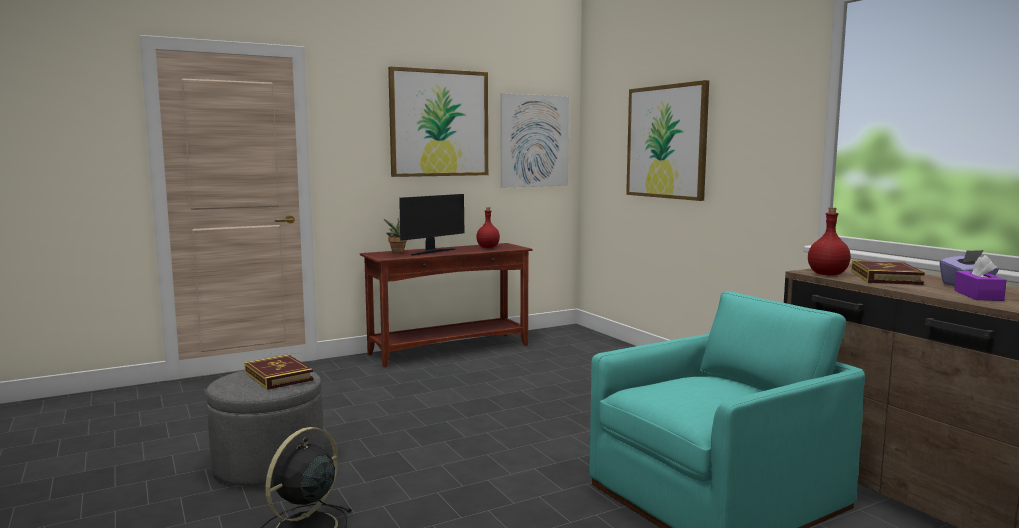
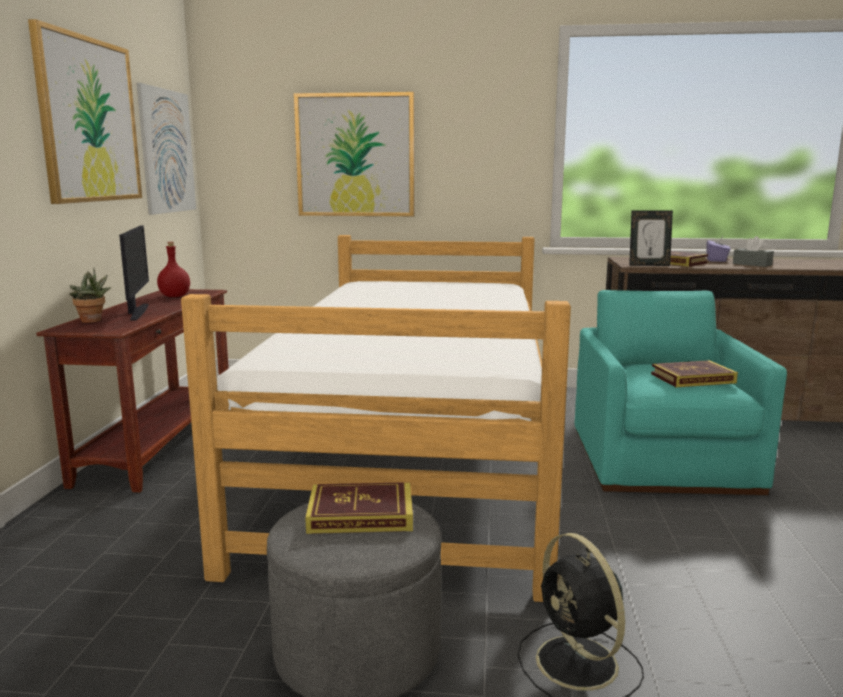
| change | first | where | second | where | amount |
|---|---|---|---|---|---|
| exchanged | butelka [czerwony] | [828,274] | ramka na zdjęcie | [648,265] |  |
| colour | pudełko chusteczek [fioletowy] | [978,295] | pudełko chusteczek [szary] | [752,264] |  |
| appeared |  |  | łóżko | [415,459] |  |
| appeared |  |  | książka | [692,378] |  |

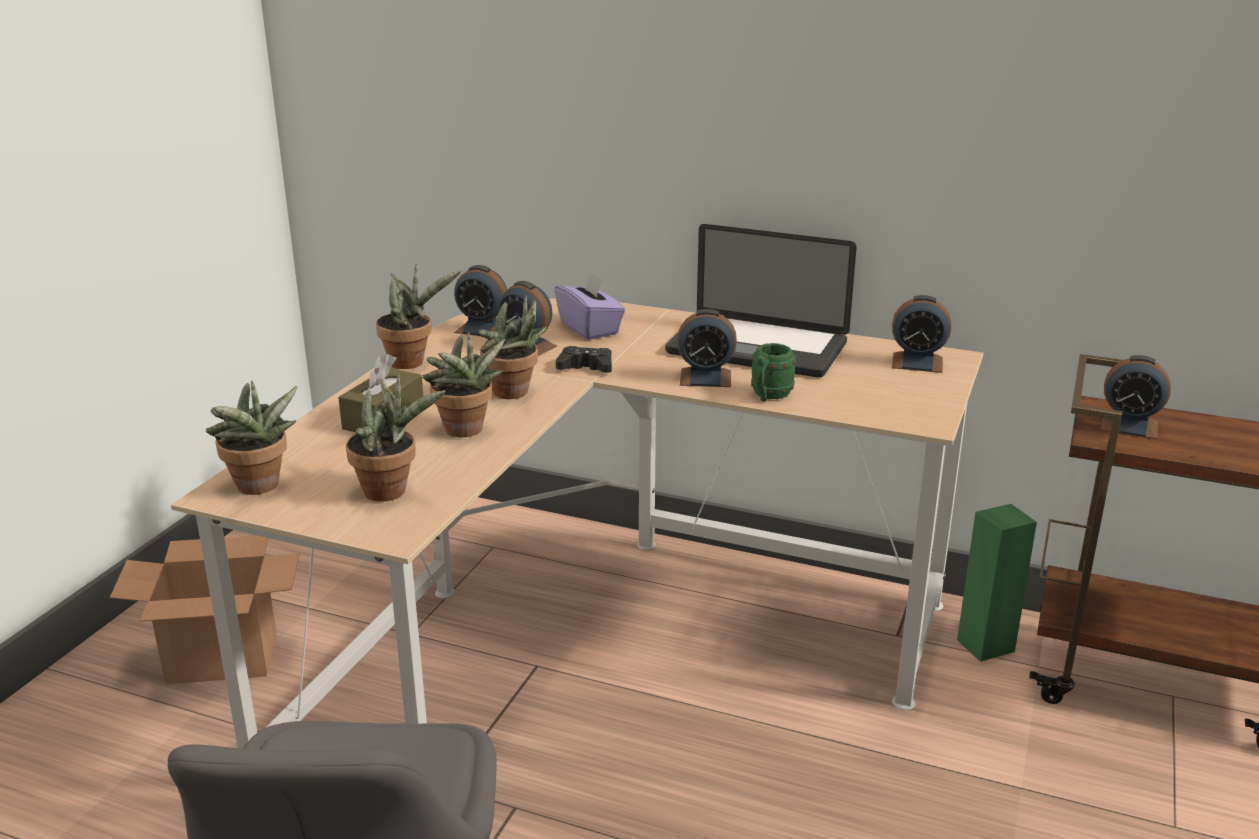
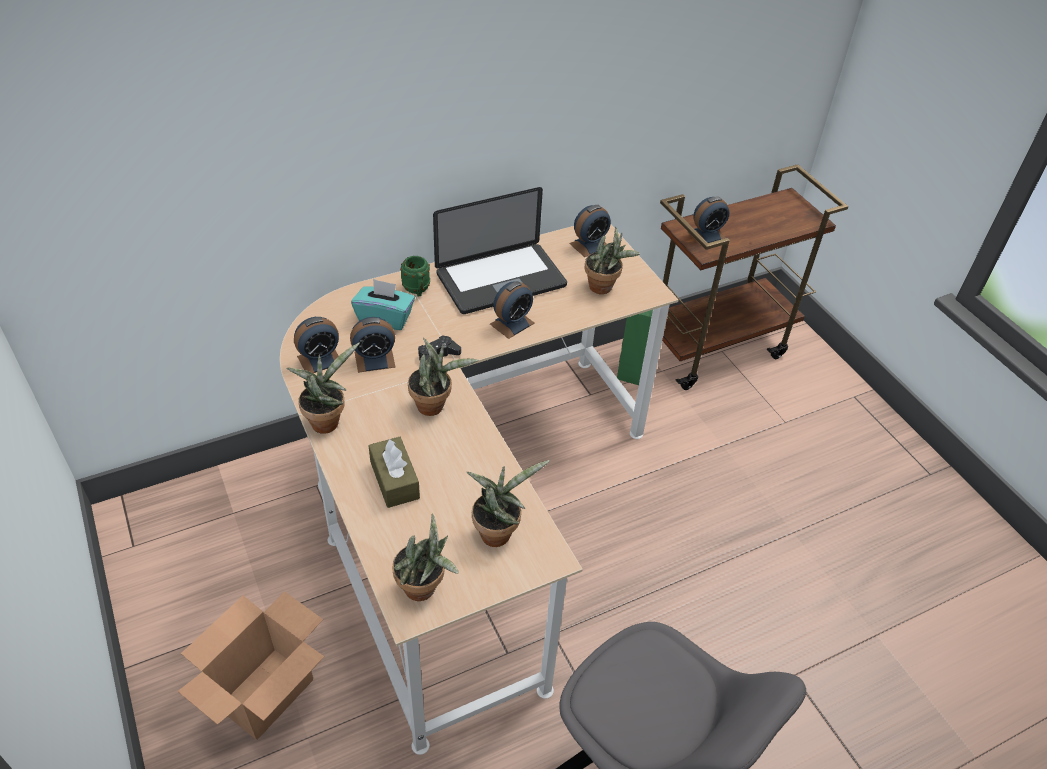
| change | first | where | second | where | amount |
|---|---|---|---|---|---|
| relocated | roślina doniczkowa | [465,432] |  | [604,288] |  |
| colour | pudełko chusteczek [fioletowy] | [590,328] | pudełko chusteczek [turkusowy] | [385,318] |  |
| relocated | kubek [zielony] | [768,396] |  | [417,290] |  |

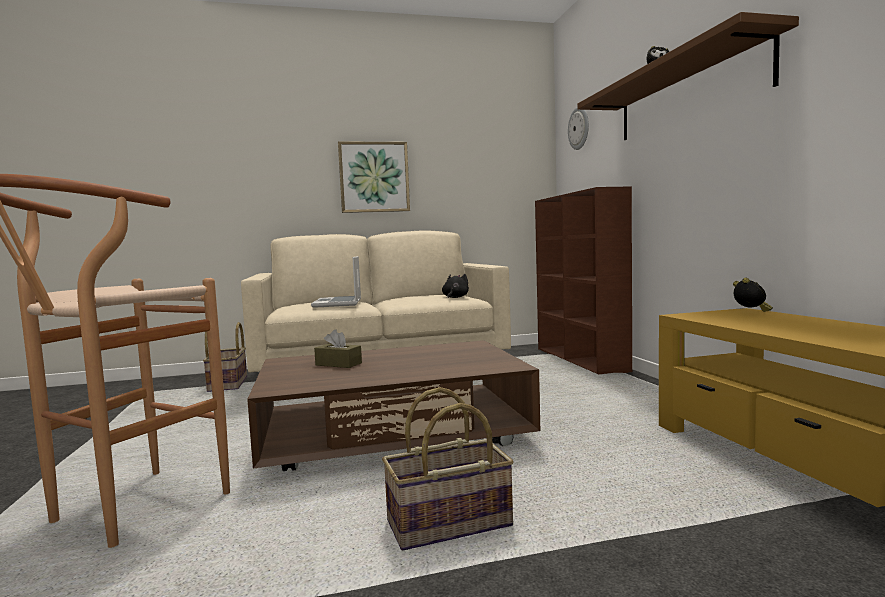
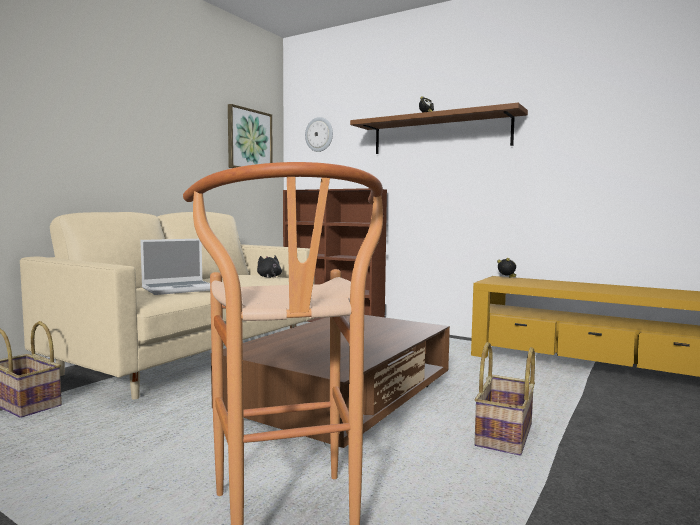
| change | first | where | second | where | amount |
|---|---|---|---|---|---|
| spun | laptop | [338,303] |  | [179,289] | 75 degrees counterclockwise |
| missing | pudełko chusteczek [brązowy] | [338,364] |  |  |  |
| relocated | obraz | [374,177] |  | [249,140] |  |

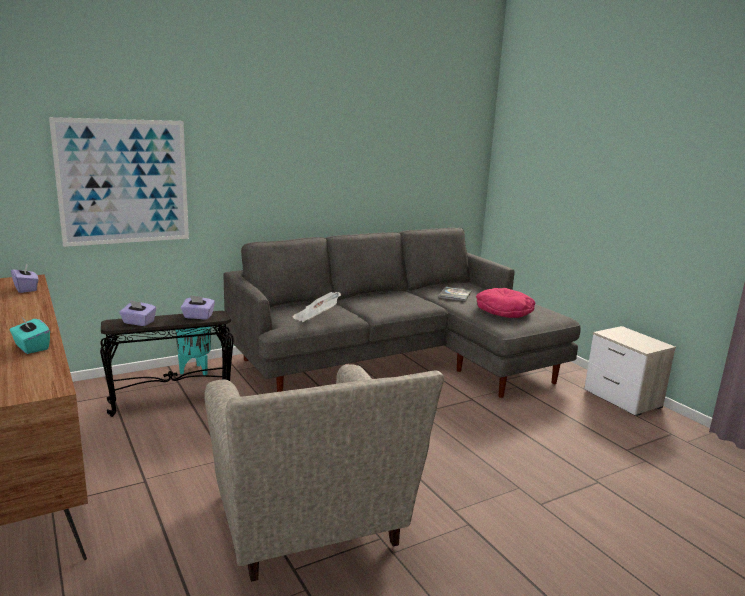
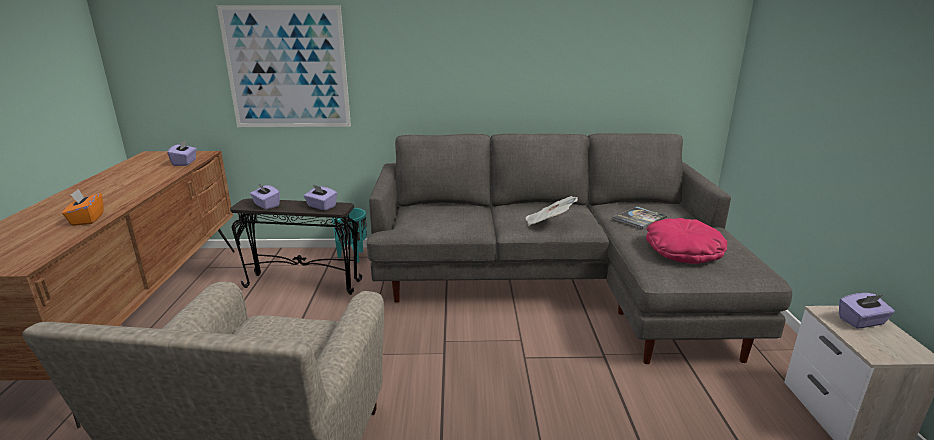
| change | first | where | second | where | amount |
|---|---|---|---|---|---|
| colour | pudełko chusteczek [turkusowy] | [31,347] | pudełko chusteczek [pomarańczowy] | [87,219] |  |
| relocated | gazeta | [316,318] |  | [548,223] |  |
| appeared |  |  | pudełko chusteczek [fioletowy] | [861,321] |  |

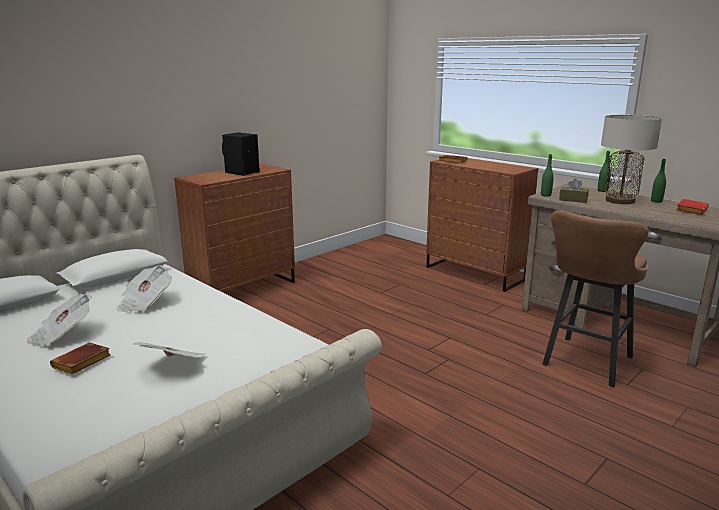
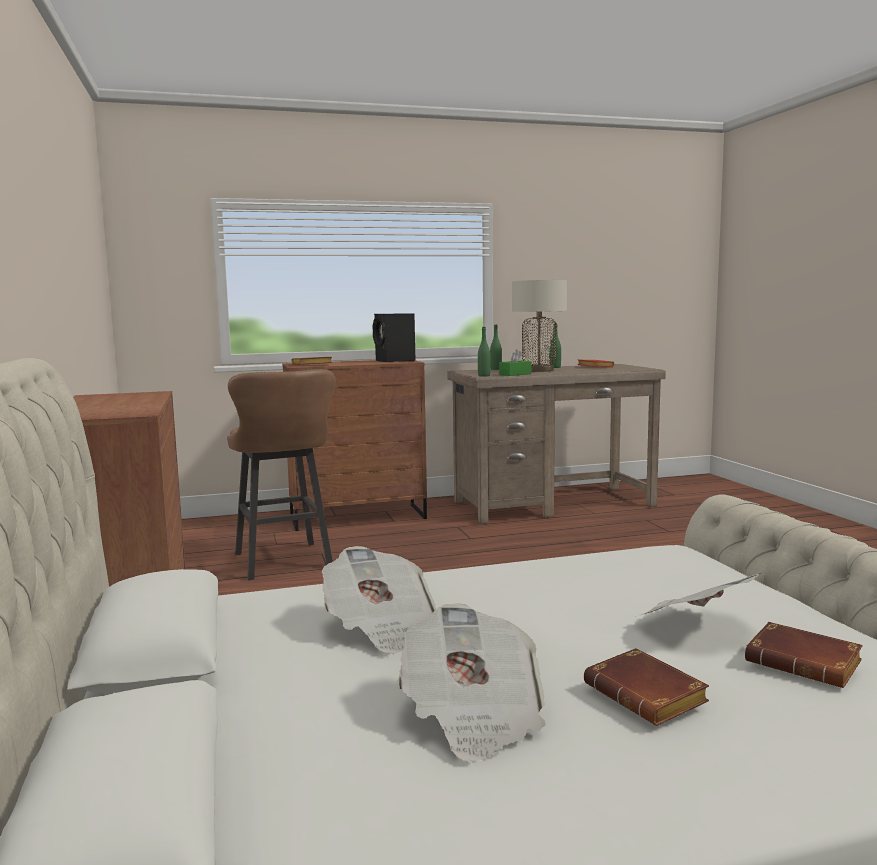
| change | first | where | second | where | amount |
|---|---|---|---|---|---|
| relocated | głośnik [czarny] | [241,172] |  | [395,361] |  |
| relocated | stołek [brązowy] | [584,365] |  | [285,564] |  |
| colour | pudełko chusteczek [brązowy] | [573,200] | pudełko chusteczek [zielony] | [515,374] |  |
| appeared |  |  | książka [brązowy] | [806,663] |  |

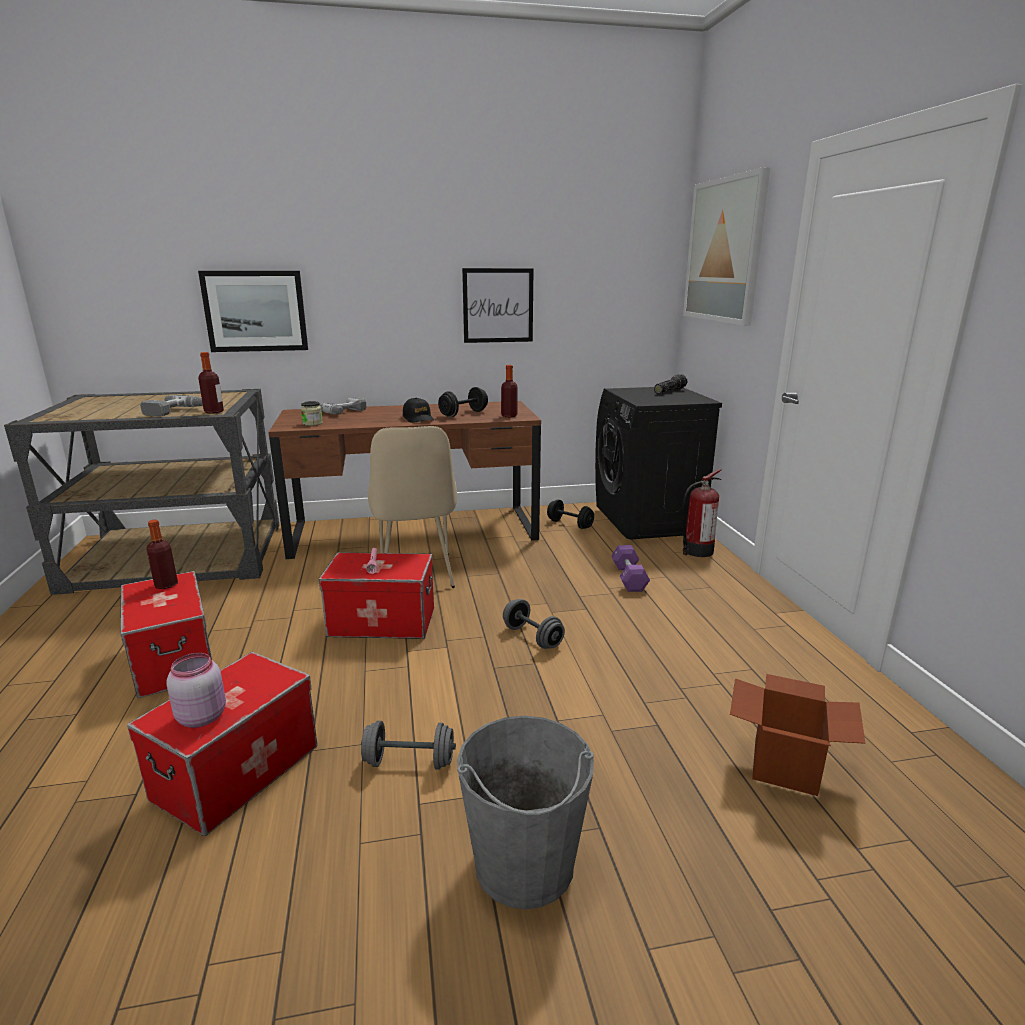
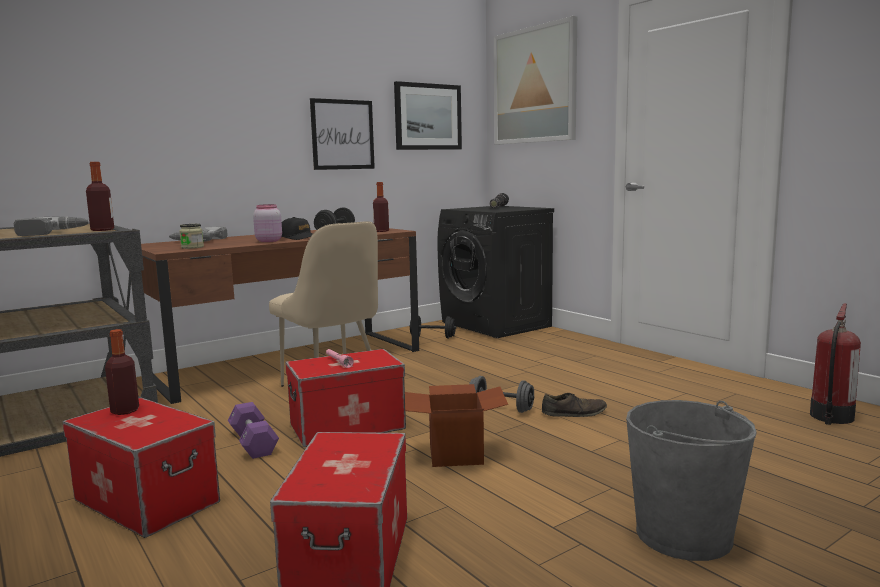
| change | first | where | second | where | amount |
|---|---|---|---|---|---|
| relocated | słoik [różowy] | [202,716] |  | [268,241] |  |
| relocated | obraz | [255,311] |  | [428,117] |  |
| missing | hantel [szary] | [409,762] |  |  |  |
| relocated | hantel [fioletowy] | [629,578] |  | [253,443] |  |
| relocated | gaśnica | [696,551] |  | [831,417] |  |
| relocated | karton | [785,766] |  | [456,454] |  |
| appeared |  |  | but [brązowy] | [574,413] |  |

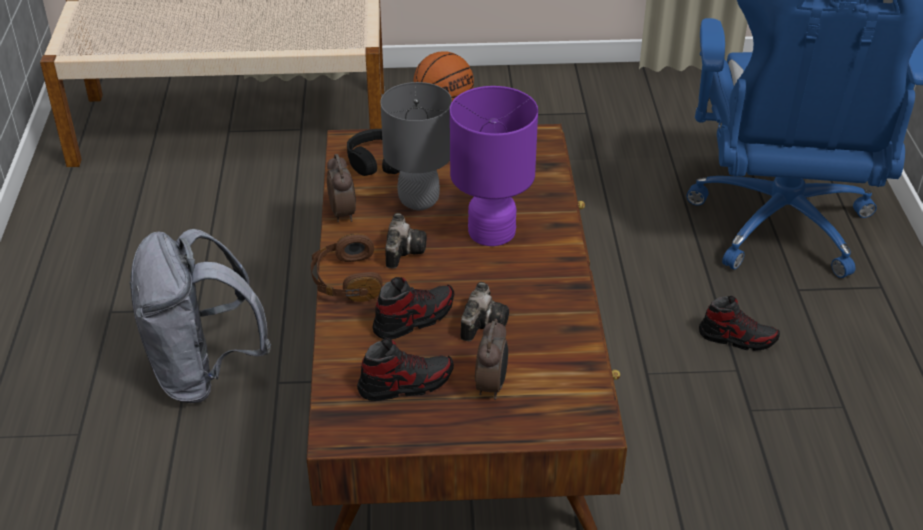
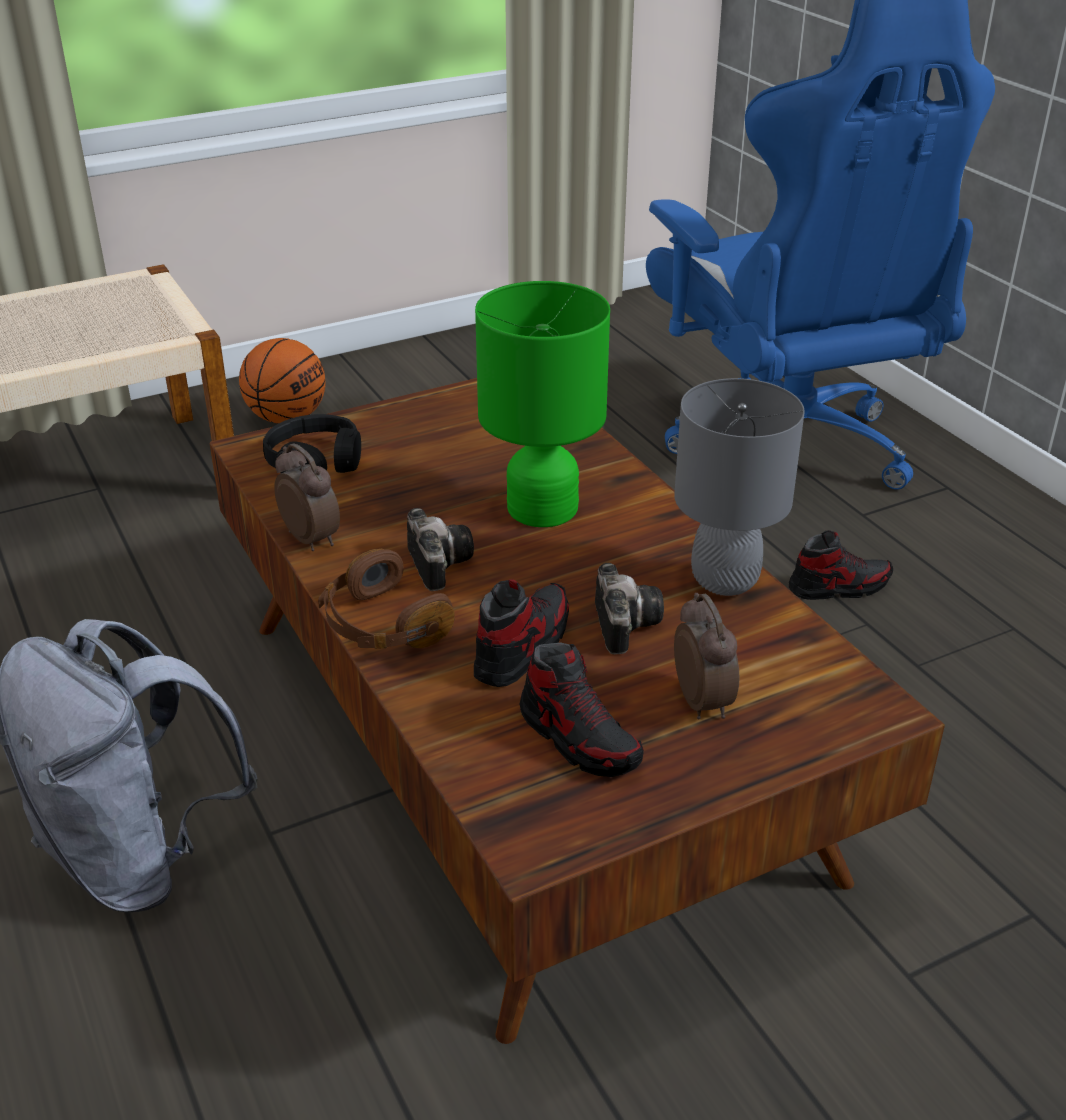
| change | first | where | second | where | amount |
|---|---|---|---|---|---|
| spun | but | [405,384] |  | [580,739] | 90 degrees clockwise |
| relocated | lampa stołowa [szary] | [420,201] |  | [724,581] |  |
| colour | lampa stołowa [fioletowy] | [490,231] | lampa stołowa [zielony] | [541,508] |  |

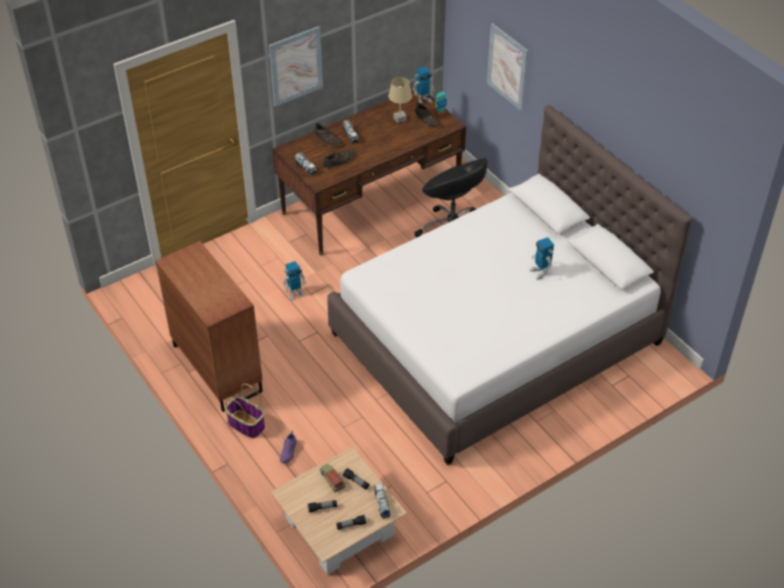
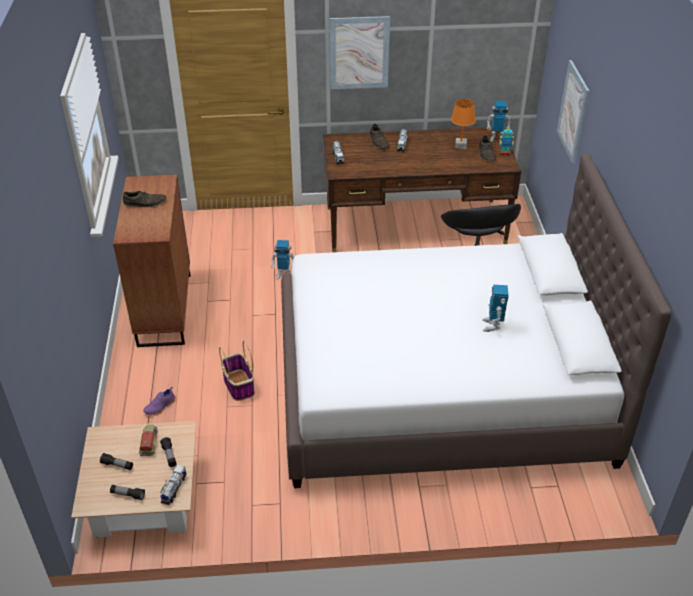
| change | first | where | second | where | amount |
|---|---|---|---|---|---|
| relocated | koszyk | [245,424] |  | [238,385] |  |
| relocated | but [brązowy] | [339,161] |  | [145,203] |  |
| colour | lampa stołowa [beżowy] | [400,119] | lampa stołowa [pomarańczowy] | [460,146] |  |

